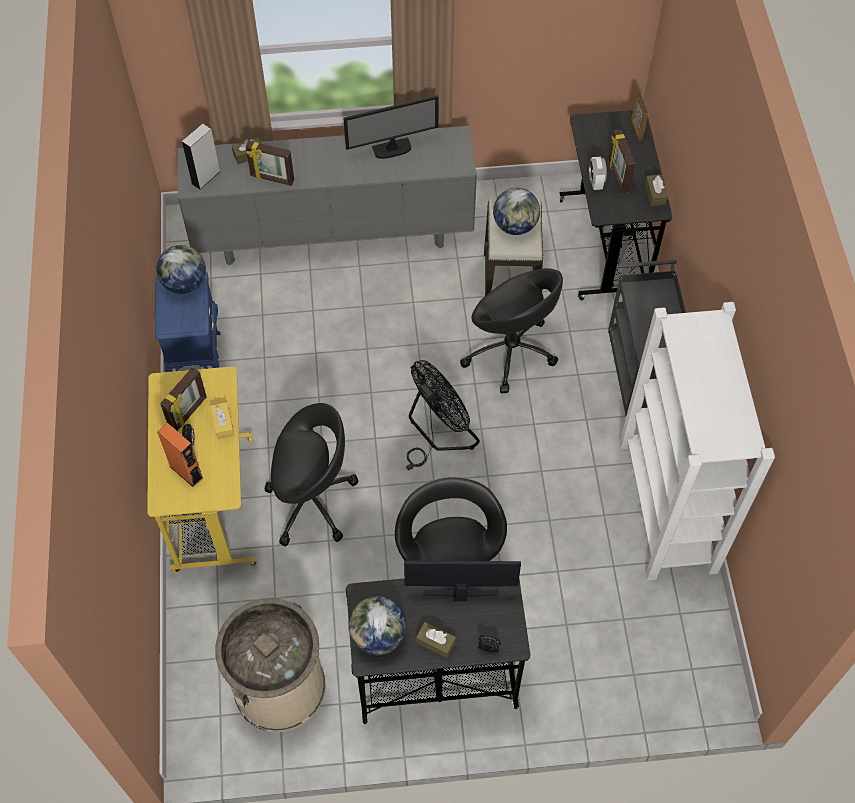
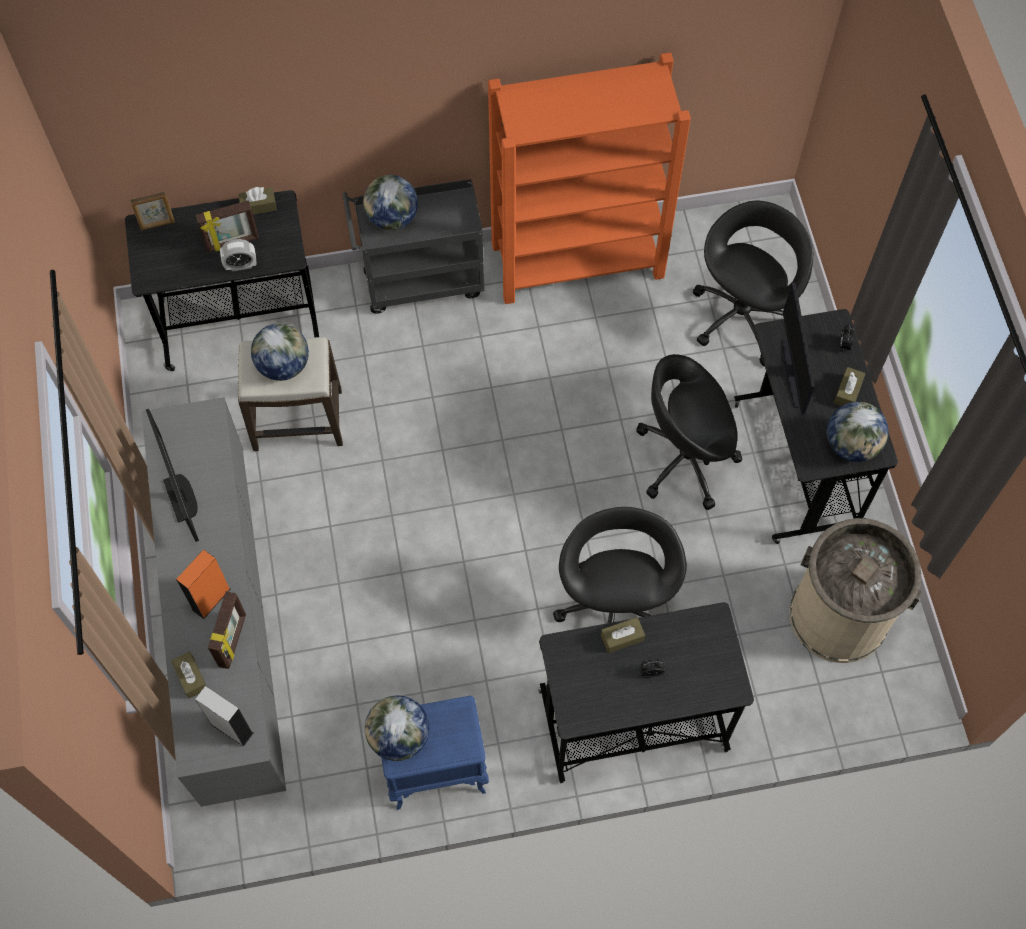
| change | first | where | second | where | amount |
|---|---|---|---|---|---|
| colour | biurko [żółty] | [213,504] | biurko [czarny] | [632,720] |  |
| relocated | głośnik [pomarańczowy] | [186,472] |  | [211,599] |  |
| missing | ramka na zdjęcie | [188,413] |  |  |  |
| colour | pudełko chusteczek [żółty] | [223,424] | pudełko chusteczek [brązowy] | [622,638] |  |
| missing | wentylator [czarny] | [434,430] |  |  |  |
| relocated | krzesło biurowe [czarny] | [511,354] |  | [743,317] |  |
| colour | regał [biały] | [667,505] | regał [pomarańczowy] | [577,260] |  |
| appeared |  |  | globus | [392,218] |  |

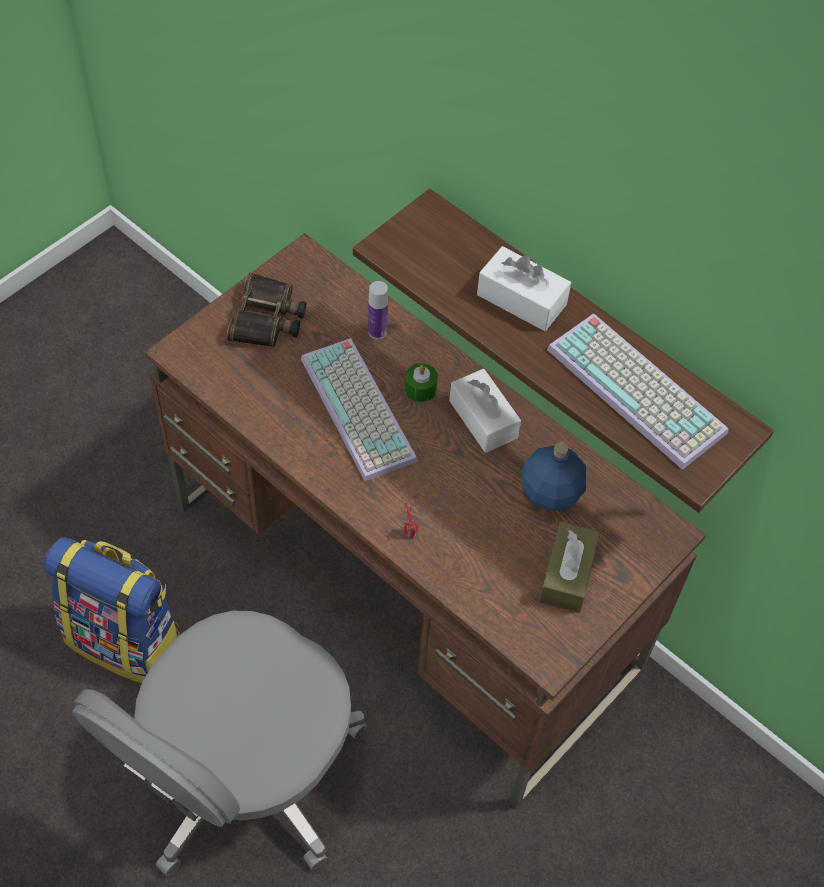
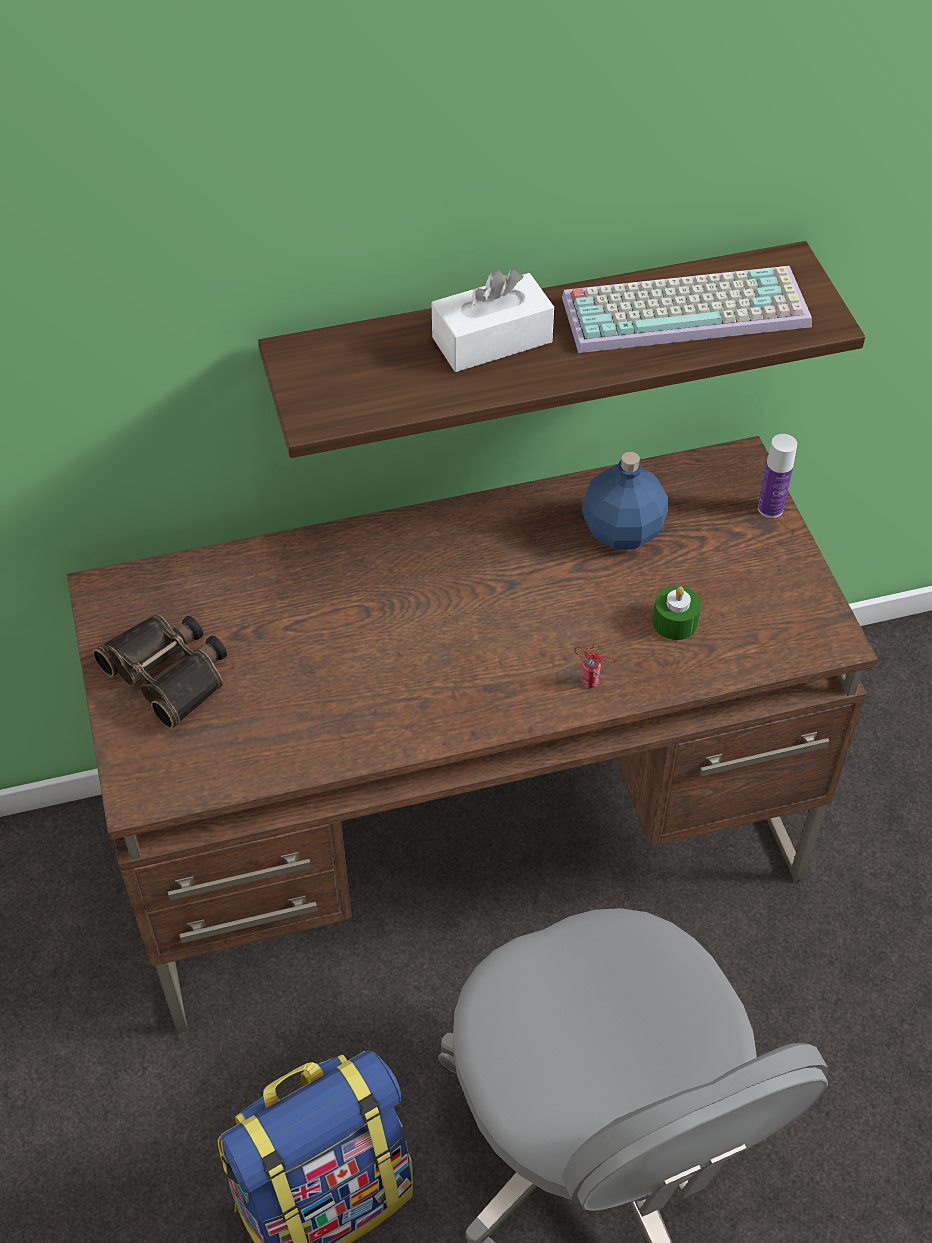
| change | first | where | second | where | amount |
|---|---|---|---|---|---|
| missing | klawiatura | [361,409] |  |  |  |
| relocated | butelka | [377,331] |  | [770,508] |  |
| relocated | świeca [zielony] | [420,388] |  | [675,622] |  |
| missing | pudełko chusteczek [biały] | [483,419] |  |  |  |
| missing | pudełko chusteczek [brązowy] | [567,575] |  |  |  |

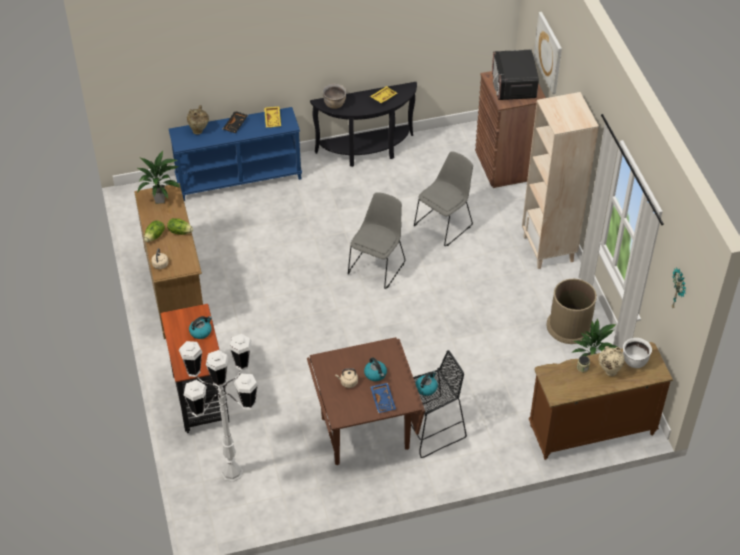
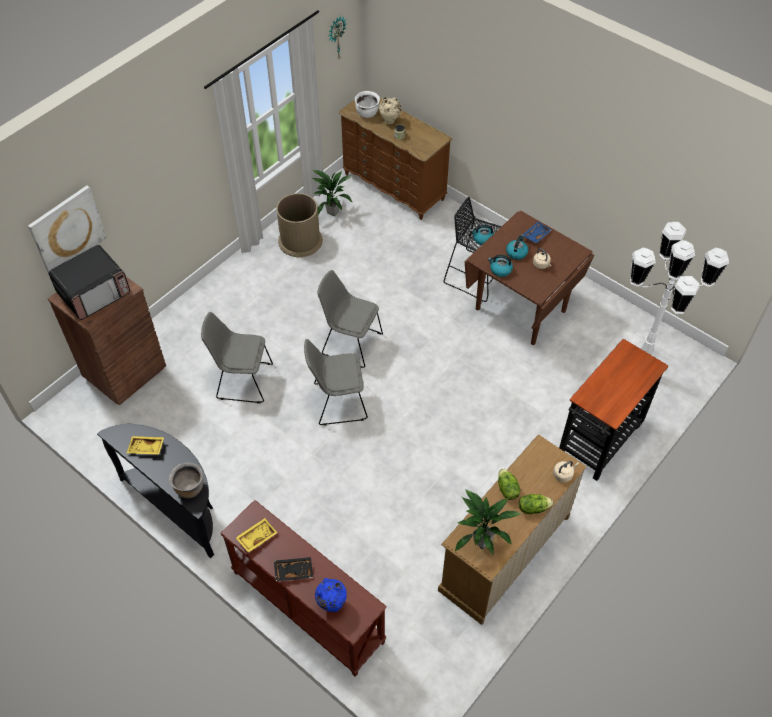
| change | first | where | second | where | amount |
|---|---|---|---|---|---|
| colour | stolik konsolowy [niebieski] | [239,178] | stolik konsolowy [brązowy] | [306,607] |  |
| colour | wazon [beżowy] | [199,131] | wazon [niebieski] | [332,604] |  |
| relocated | czajnik | [201,331] |  | [500,270] |  |
| missing | regał [beżowy] | [548,249] |  |  |  |
| appeared |  |  | krzesło [szary] | [350,343] |  |

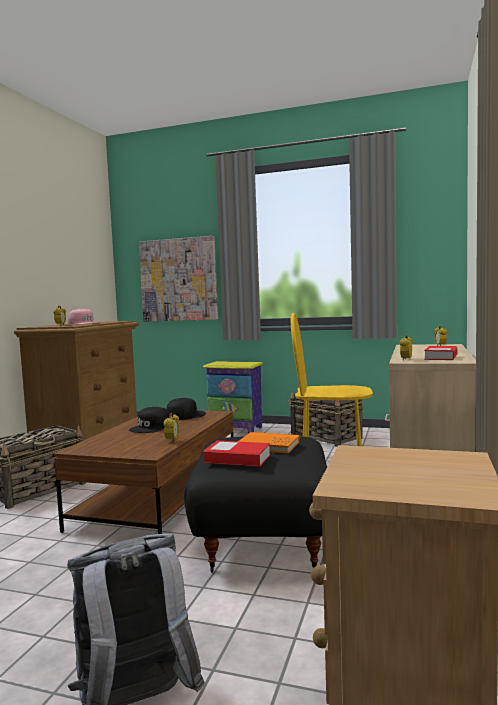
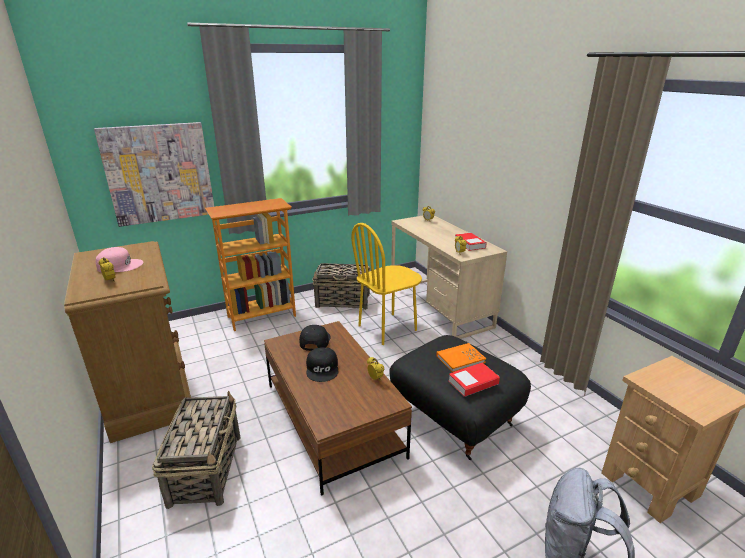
| change | first | where | second | where | amount |
|---|---|---|---|---|---|
| exchanged | szafka nocna | [236,430] | regał | [261,316] |  |

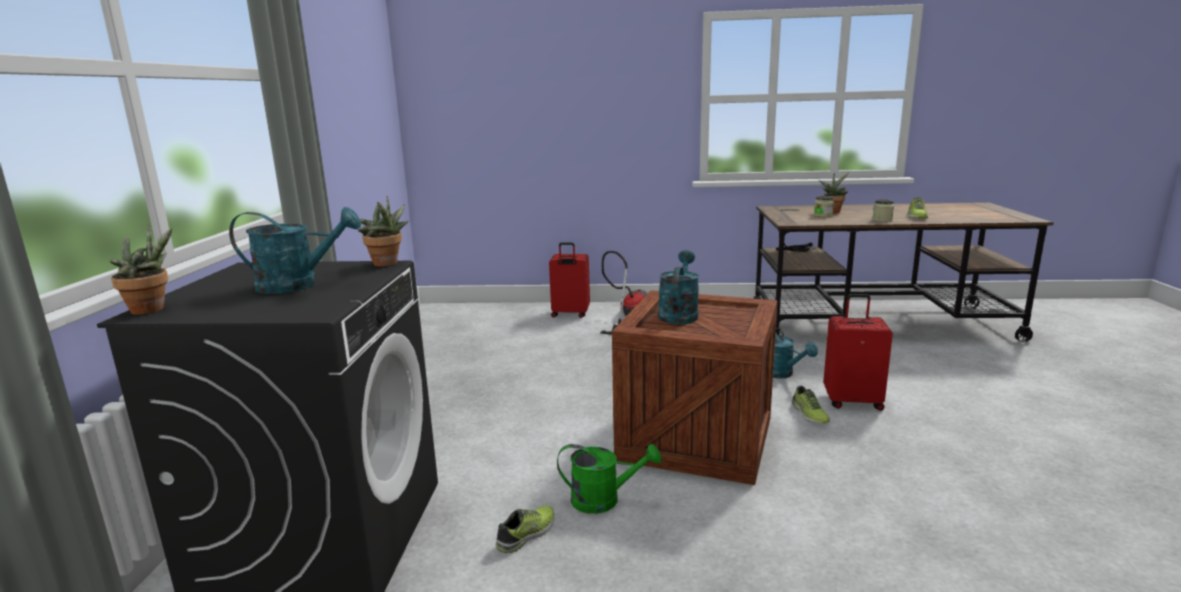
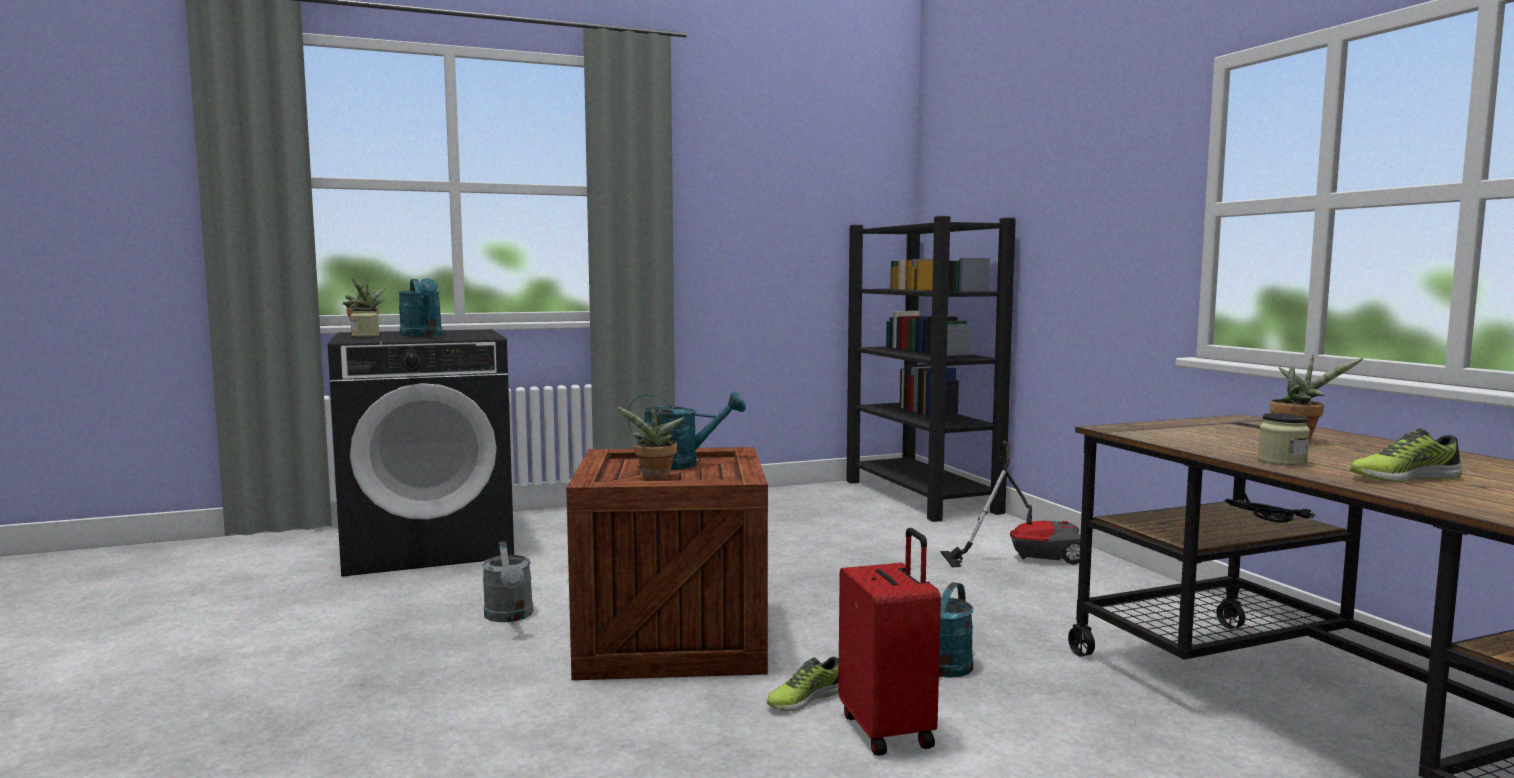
| change | first | where | second | where | amount |
|---|---|---|---|---|---|
| relocated | roślina doniczkowa | [387,264] |  | [654,478] |  |
| missing | but | [527,534] |  |  |  |
| missing | walizka [czerwony] | [570,314] |  |  |  |
| colour | konewka [zielony] | [604,500] | konewka [szary] | [510,616] |  |
| relocated | słoik | [823,216] |  | [365,336] |  |
| appeared |  |  | regał [czarny] | [920,496] |  |

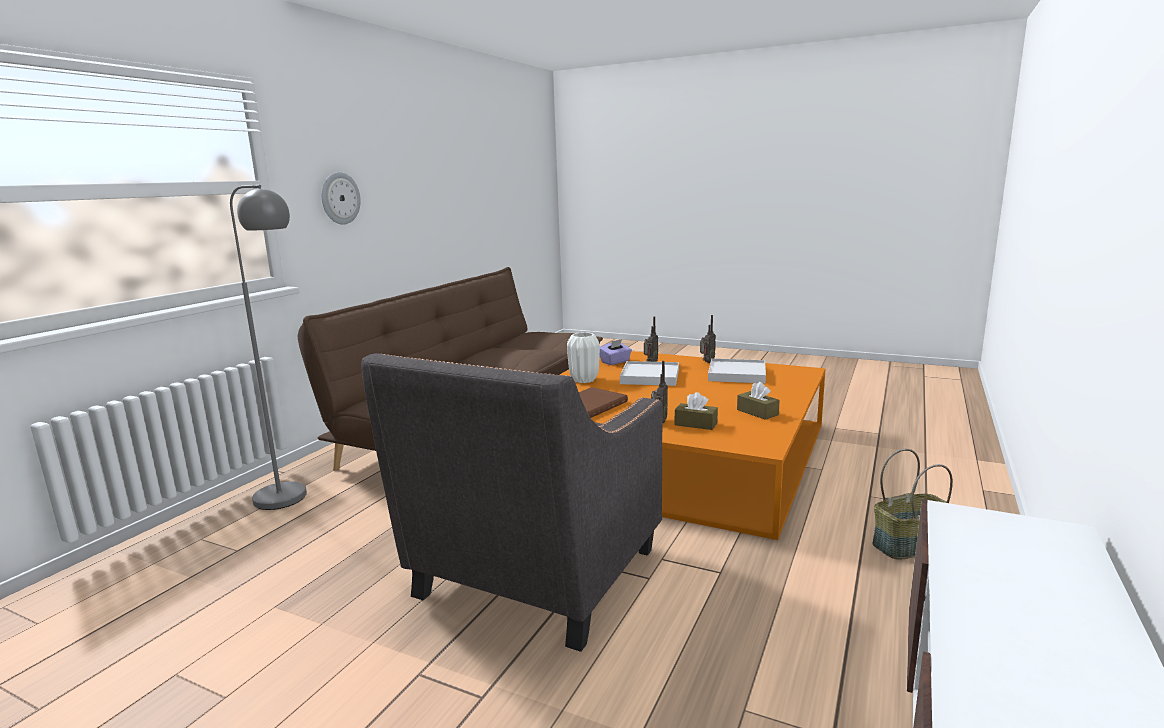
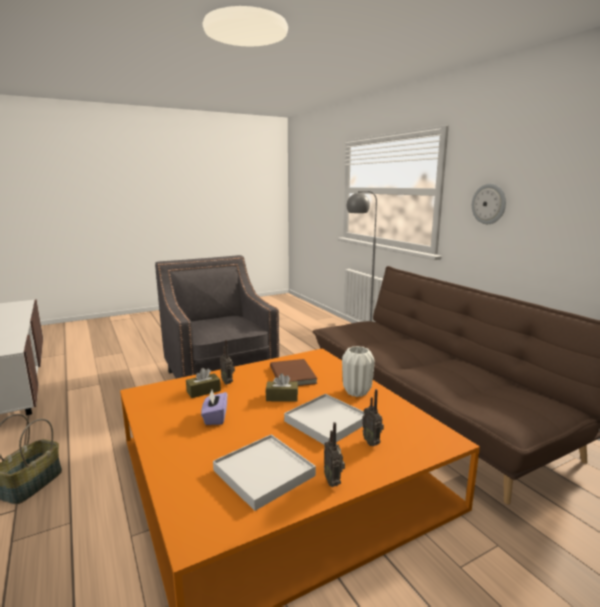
| change | first | where | second | where | amount |
|---|---|---|---|---|---|
| relocated | pudełko chusteczek [fioletowy] | [615,362] |  | [215,417] |  |
| relocated | pudełko chusteczek [brązowy] | [757,412] |  | [282,397] |  |

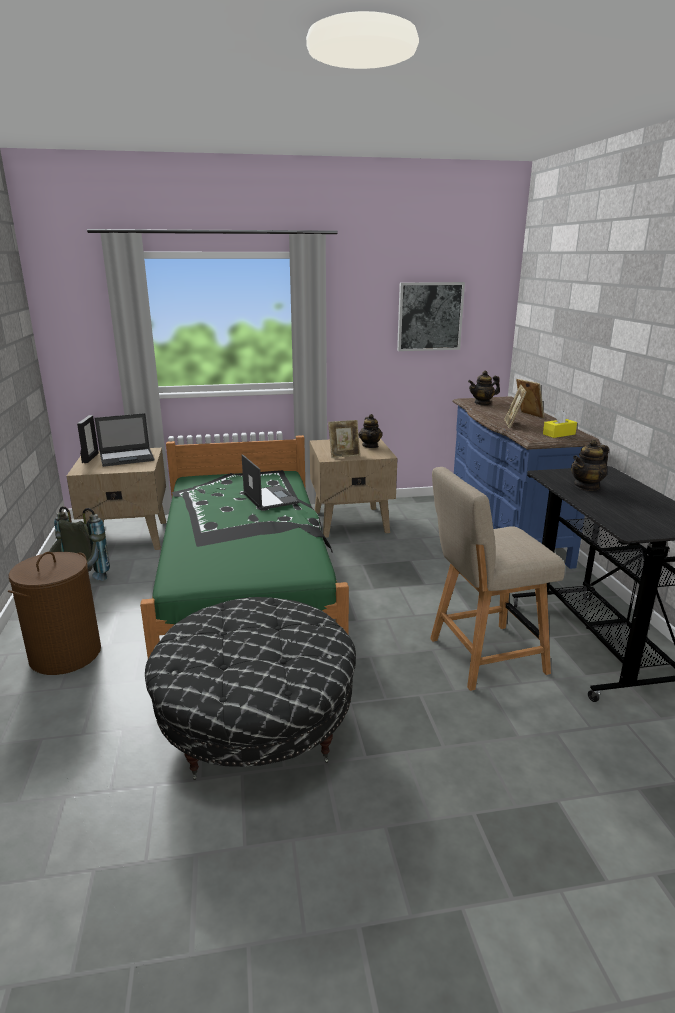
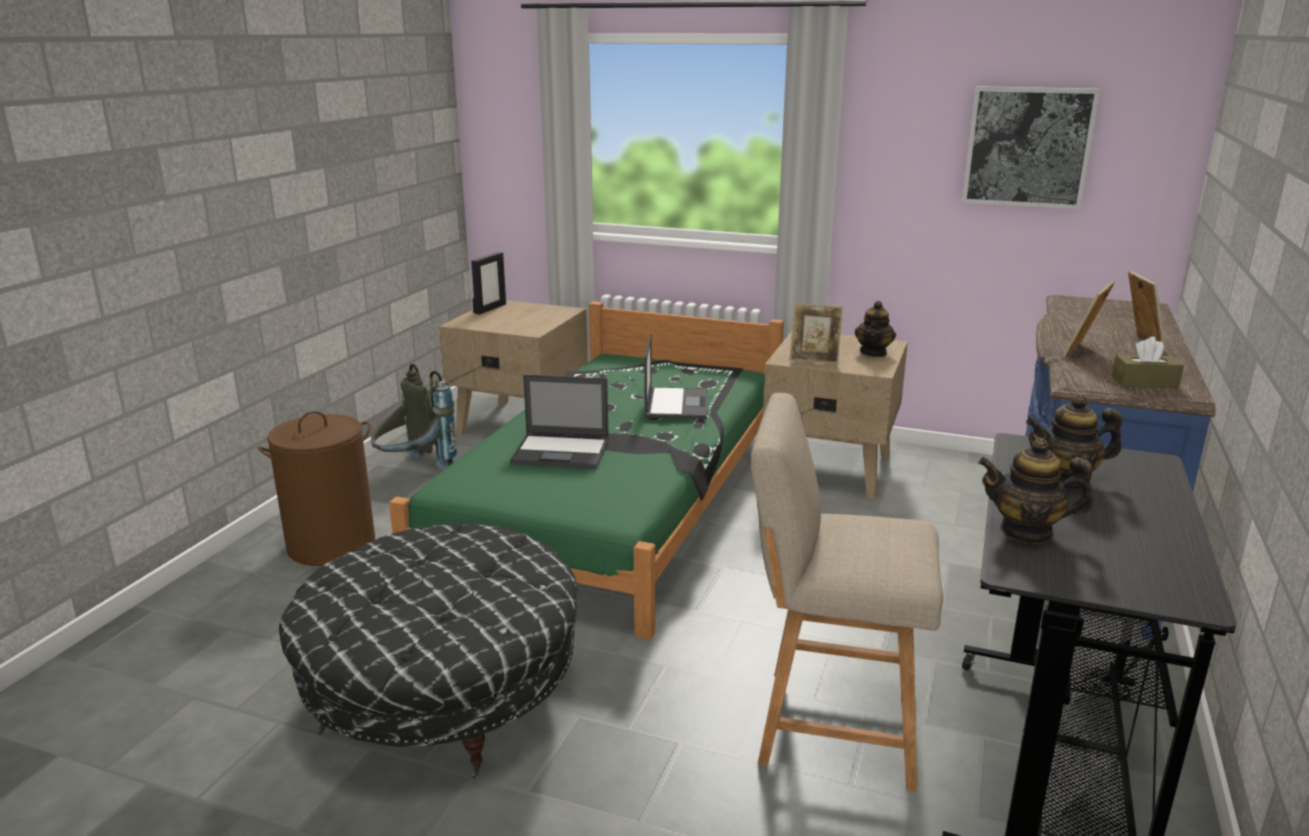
| change | first | where | second | where | amount |
|---|---|---|---|---|---|
| relocated | laptop | [127,457] |  | [562,452] |  |
| relocated | imbryk | [482,403] |  | [1026,531] |  |
| colour | pudełko chusteczek [żółty] | [559,434] | pudełko chusteczek [brązowy] | [1144,382] |  |

